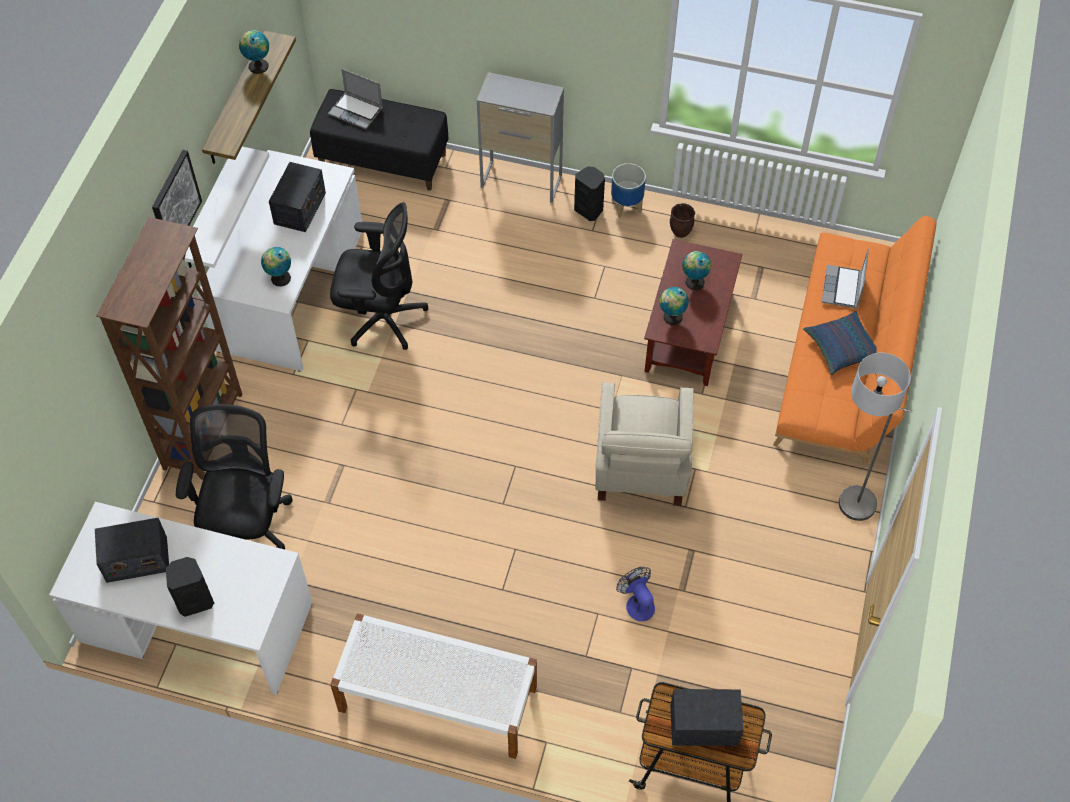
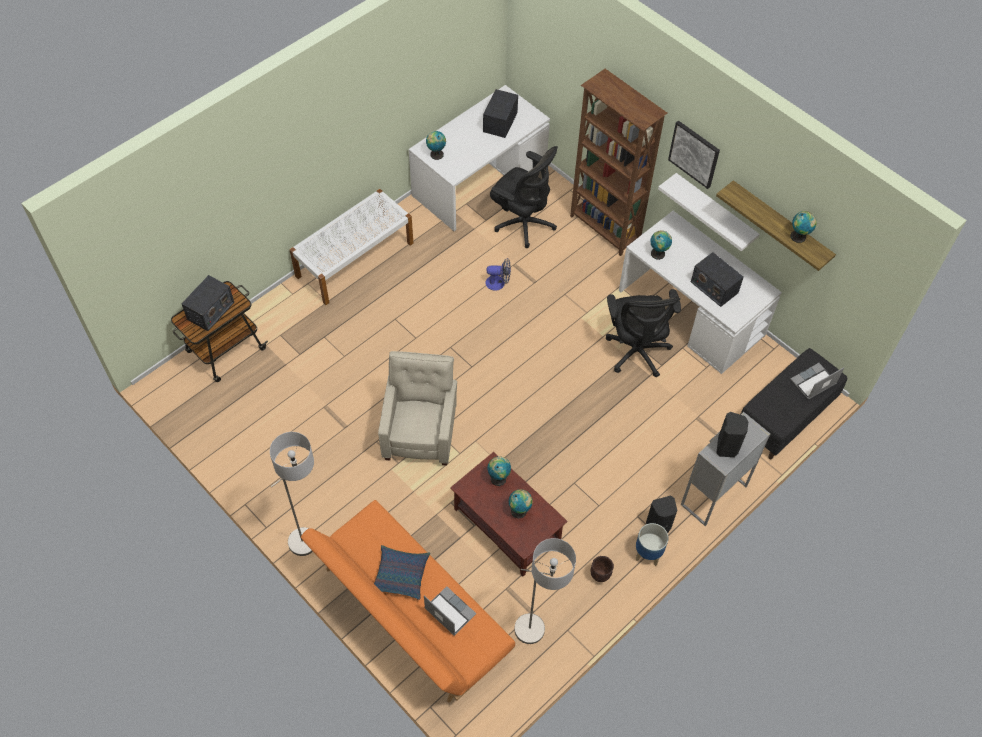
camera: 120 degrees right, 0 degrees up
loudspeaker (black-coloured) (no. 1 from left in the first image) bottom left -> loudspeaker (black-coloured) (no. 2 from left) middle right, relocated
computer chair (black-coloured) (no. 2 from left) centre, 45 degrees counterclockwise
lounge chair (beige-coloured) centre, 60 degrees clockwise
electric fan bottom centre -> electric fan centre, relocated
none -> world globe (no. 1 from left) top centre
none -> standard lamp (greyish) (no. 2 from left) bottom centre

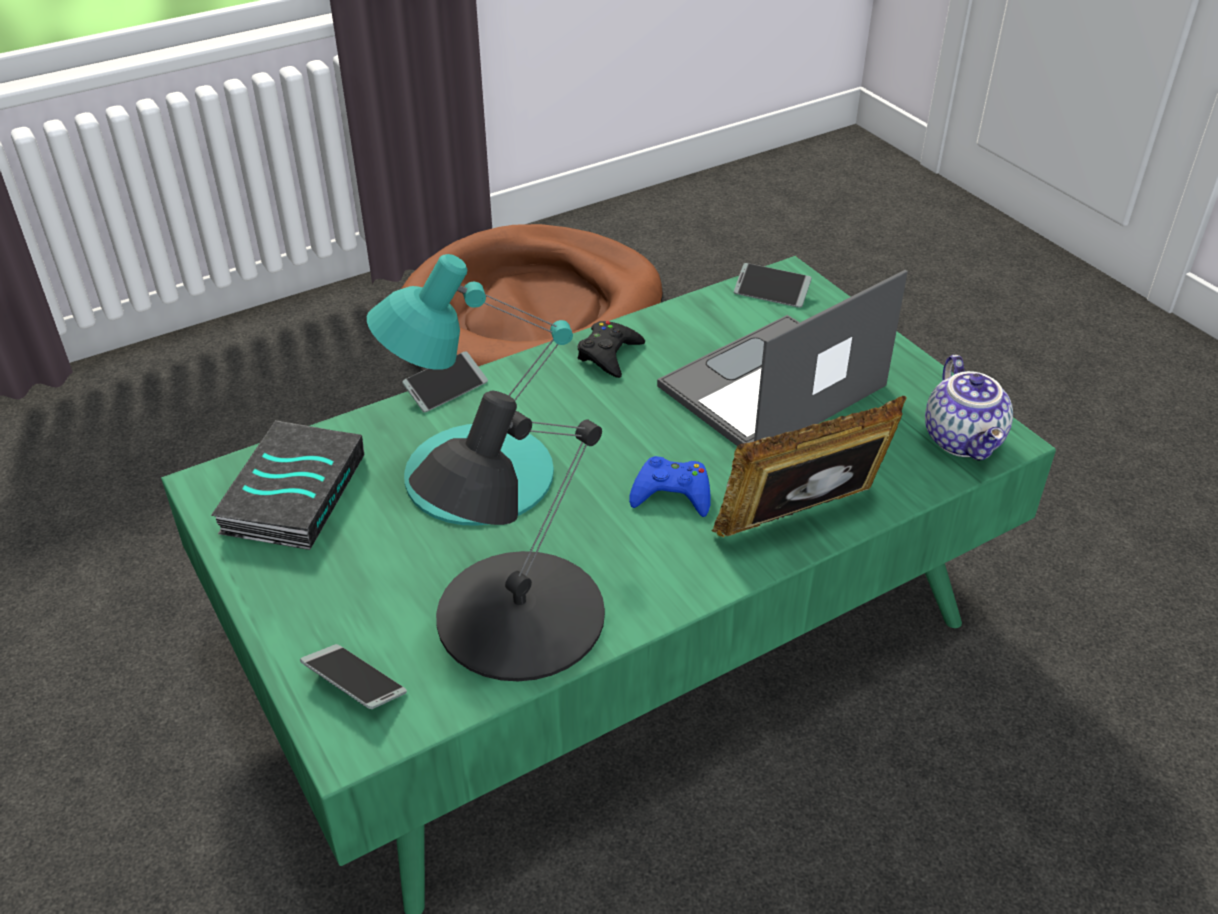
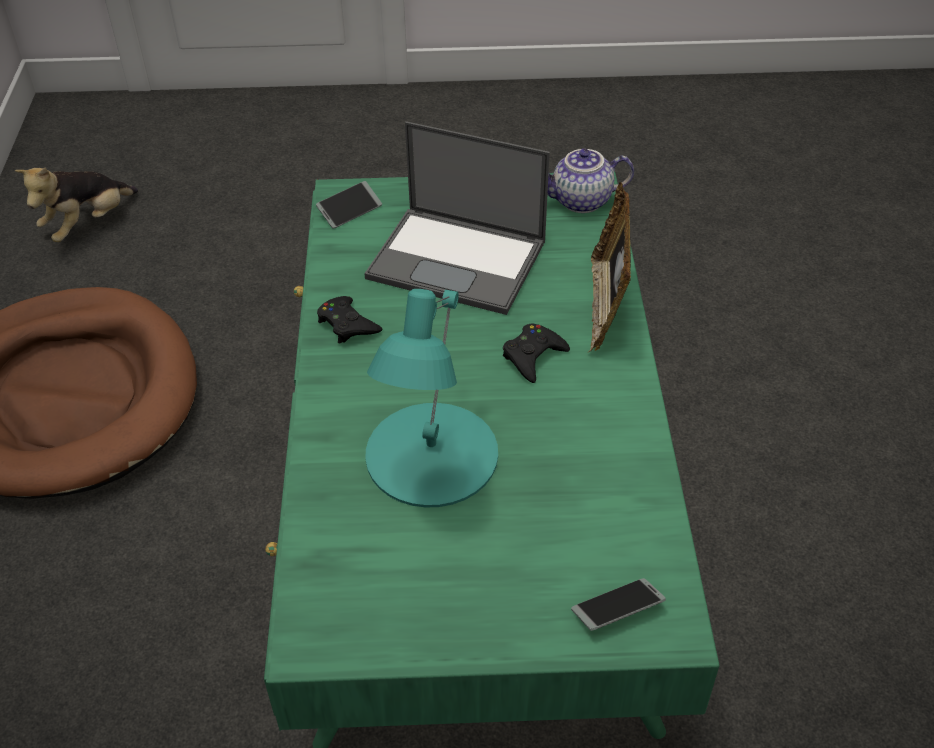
camera: 60 degrees left, 5 degrees up
volume middle left -> none
telephone (no. 2 from left) centre -> none
table lamp (black-coloured) centre -> none
gamepad (bluish) centre -> gamepad (black-coloured) (no. 2 from left) centre
portable computer centre -> portable computer top centre, 60 degrees counterclockwise
tea pot middle right -> tea pot top centre, 150 degrees clockwise
none -> soft toy top left

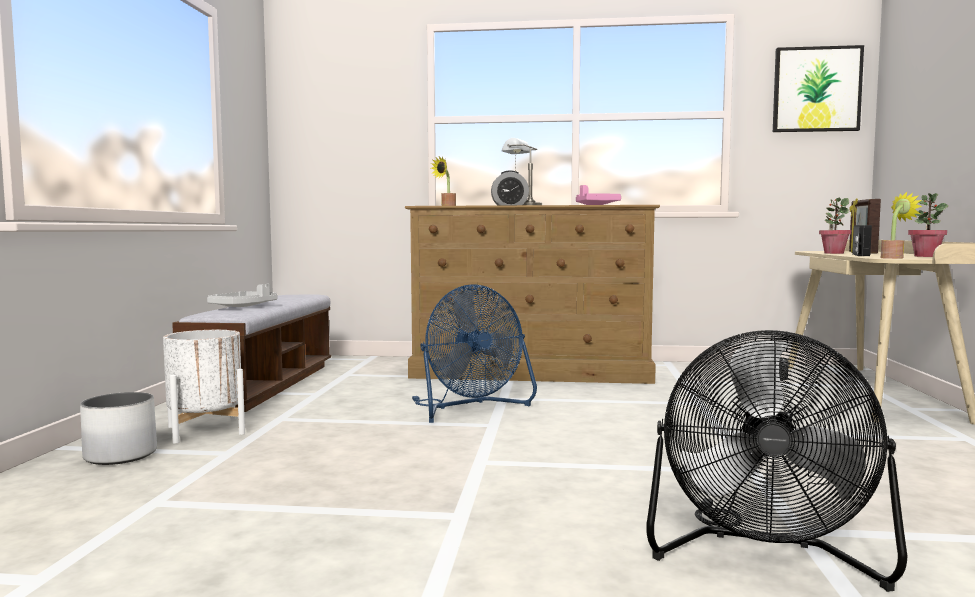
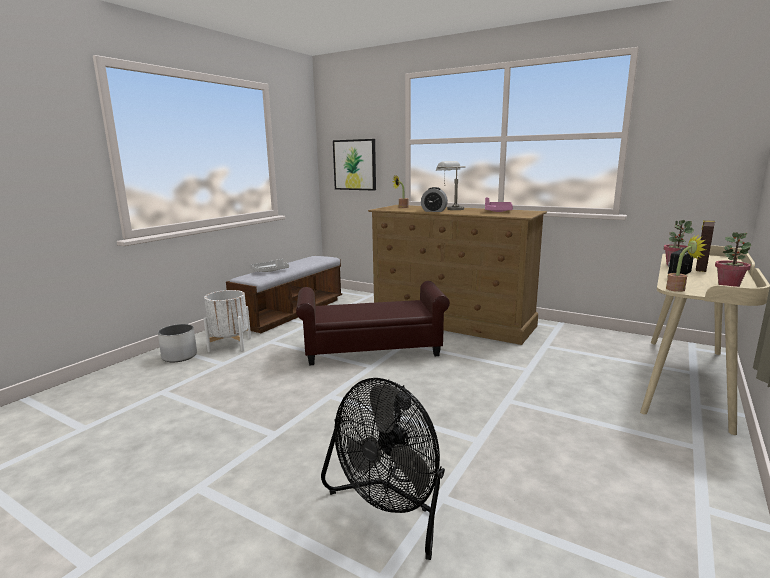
camera: 25 degrees right, 10 degrees up
electric fan (bluish) centre -> ottoman (brownish) centre
wall picture top right -> wall picture top centre, relocated

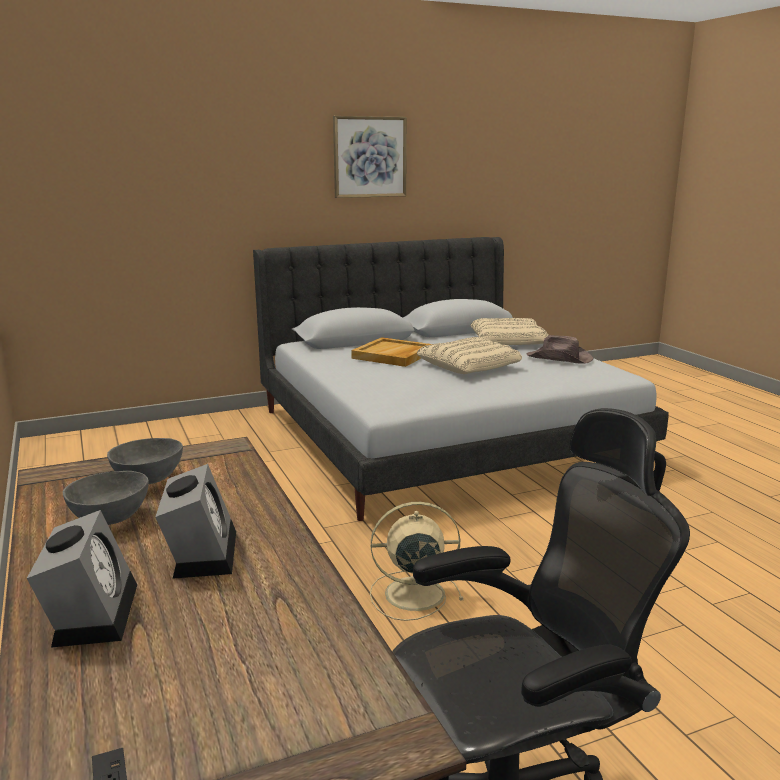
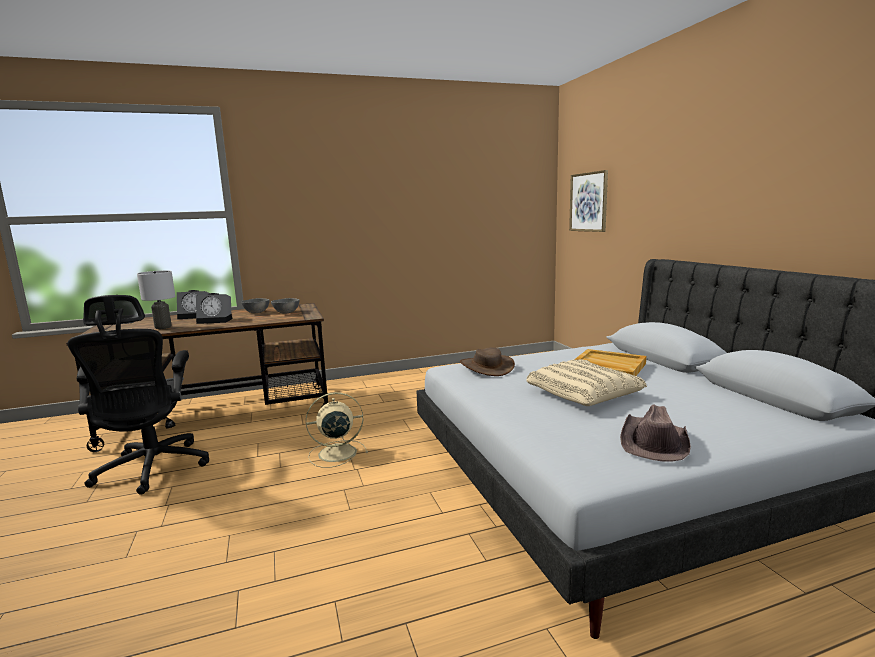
camera: 95 degrees right, 5 degrees down
wall picture top centre -> wall picture top right, relocated
electric fan (beige-coloured) bottom centre -> electric fan (beige-coloured) centre, 105 degrees counterclockwise
cushion (beige-coloured) (no. 2 from left) centre -> none
none -> table lamp (white-coloured) middle left
none -> wearable hat (brownish) (no. 1 from left) centre

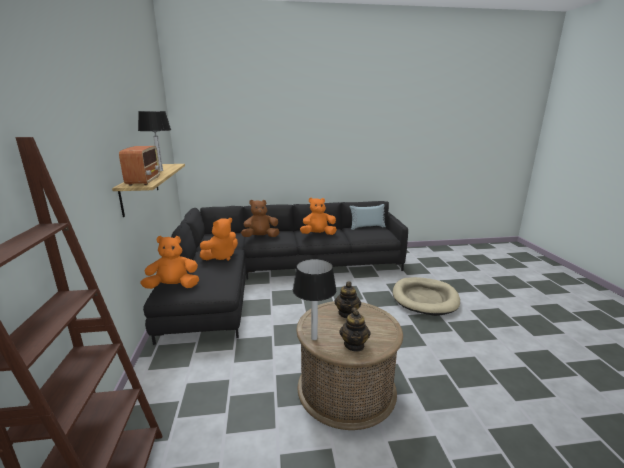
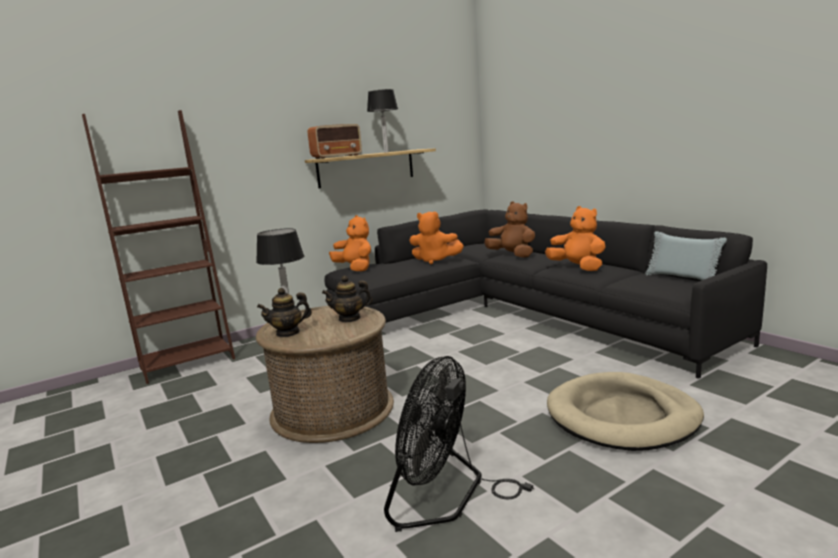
camera: 65 degrees right, 5 degrees down
none -> electric fan (black-coloured) bottom centre

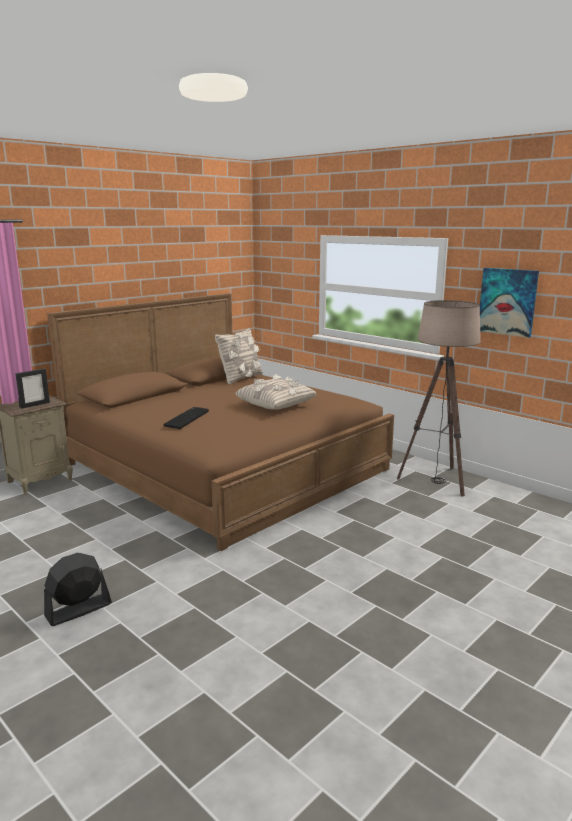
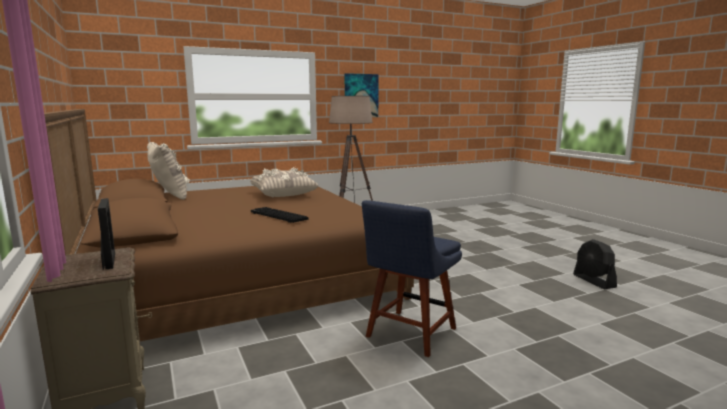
camera: 70 degrees left, 5 degrees down
electric fan (black-coloured) bottom left -> electric fan (black-coloured) middle right, relocated
none -> chair (bluish) bottom centre

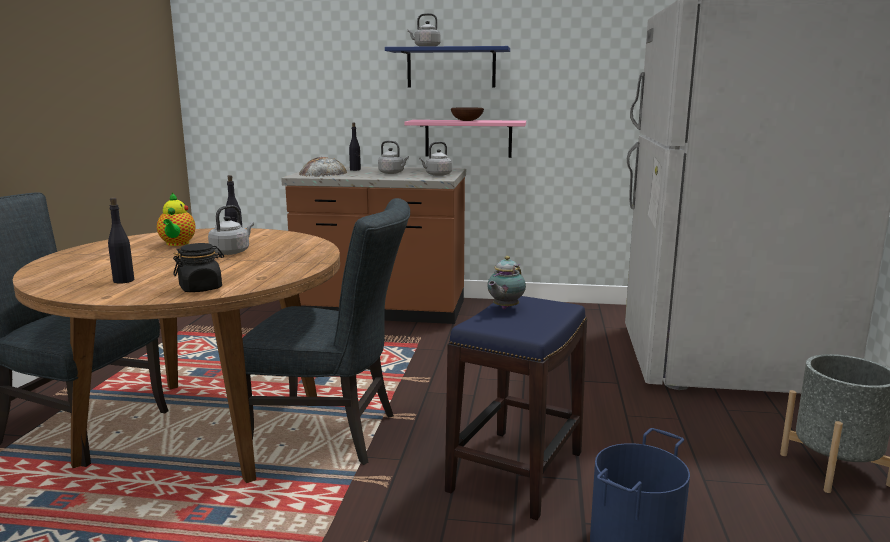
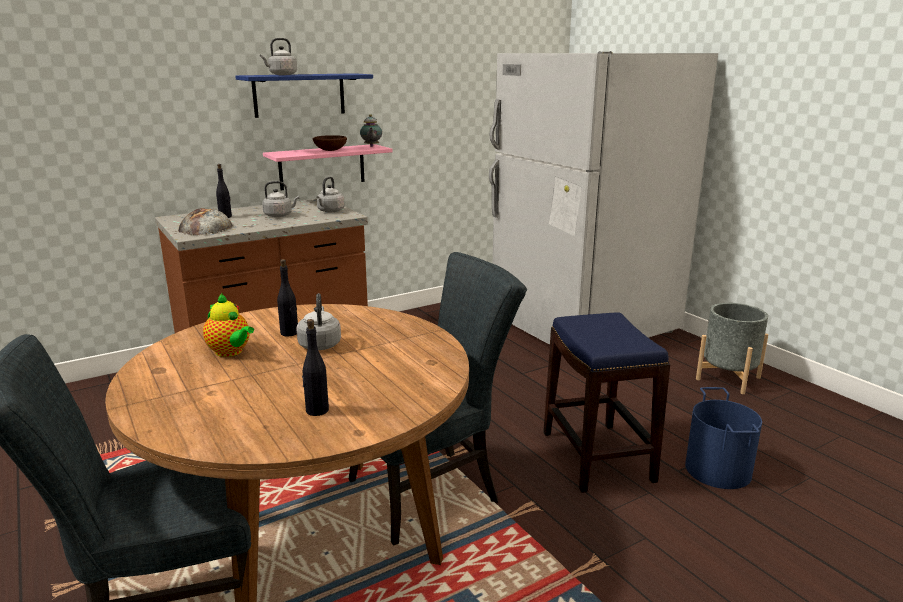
camera: 40 degrees left, 5 degrees up
jar (black-coloured) middle left -> none
tea pot (no. 2 from left) centre -> tea pot (no. 2 from left) top centre, relocated

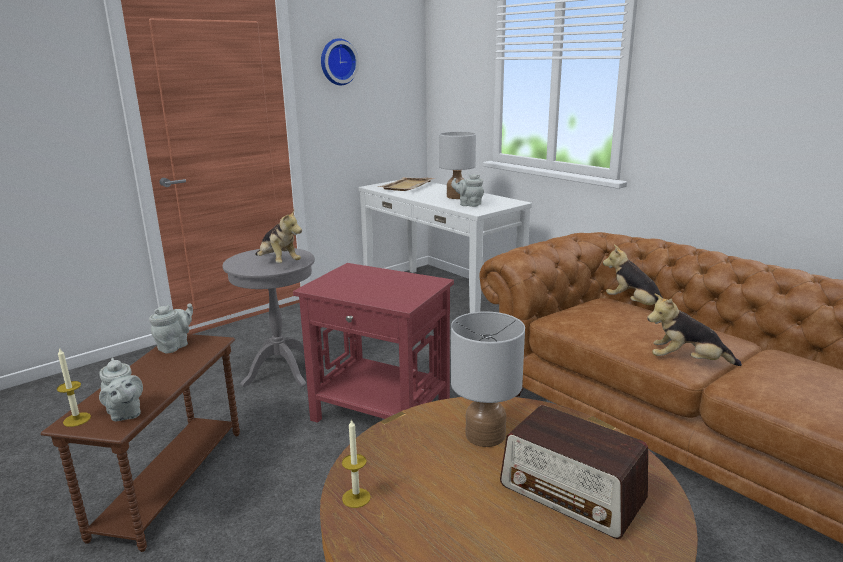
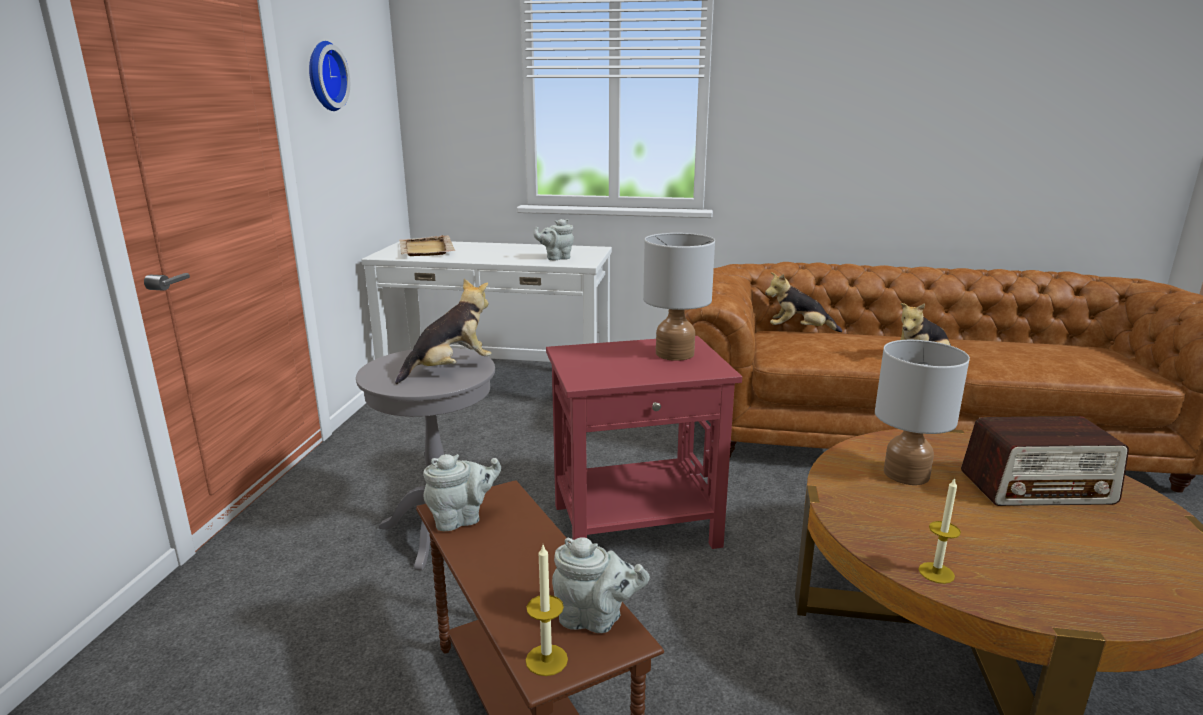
camera: 40 degrees left, 0 degrees up
tea pot (greyish) (no. 2 from left in the first image) middle left -> tea pot (greyish) (no. 1 from left) bottom centre, 75 degrees clockwise
soft toy (no. 1 from left) middle left -> soft toy (no. 1 from left) centre, 45 degrees counterclockwise
table lamp (greyish) (no. 1 from left) top centre -> table lamp (greyish) (no. 1 from left) centre, relocated

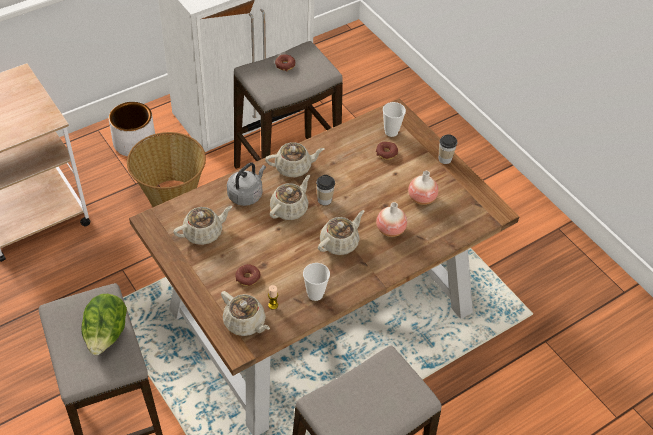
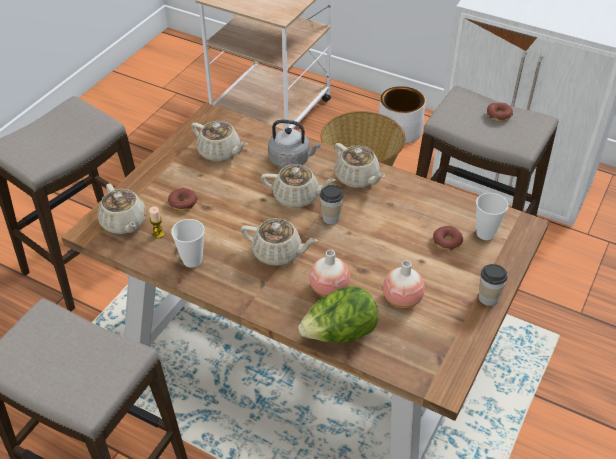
camera: 65 degrees right, 5 degrees down
lettuce head bottom left -> lettuce head bottom centre, relocated
tea pot (beige-coloured) (no. 2 from left in the first image) bottom centre -> tea pot (beige-coloured) (no. 1 from left) middle left, 45 degrees counterclockwise

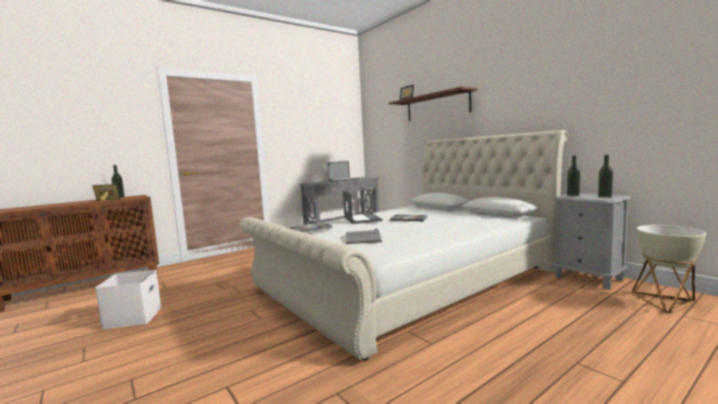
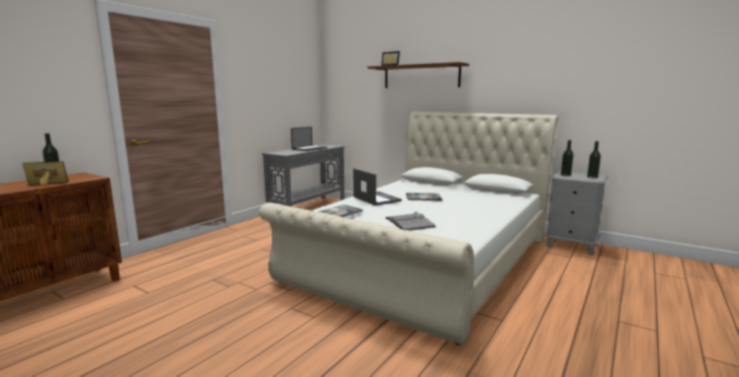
camera: 20 degrees left, 5 degrees up
storage box (white-coloured) bottom left -> none
flower pot middle right -> none

